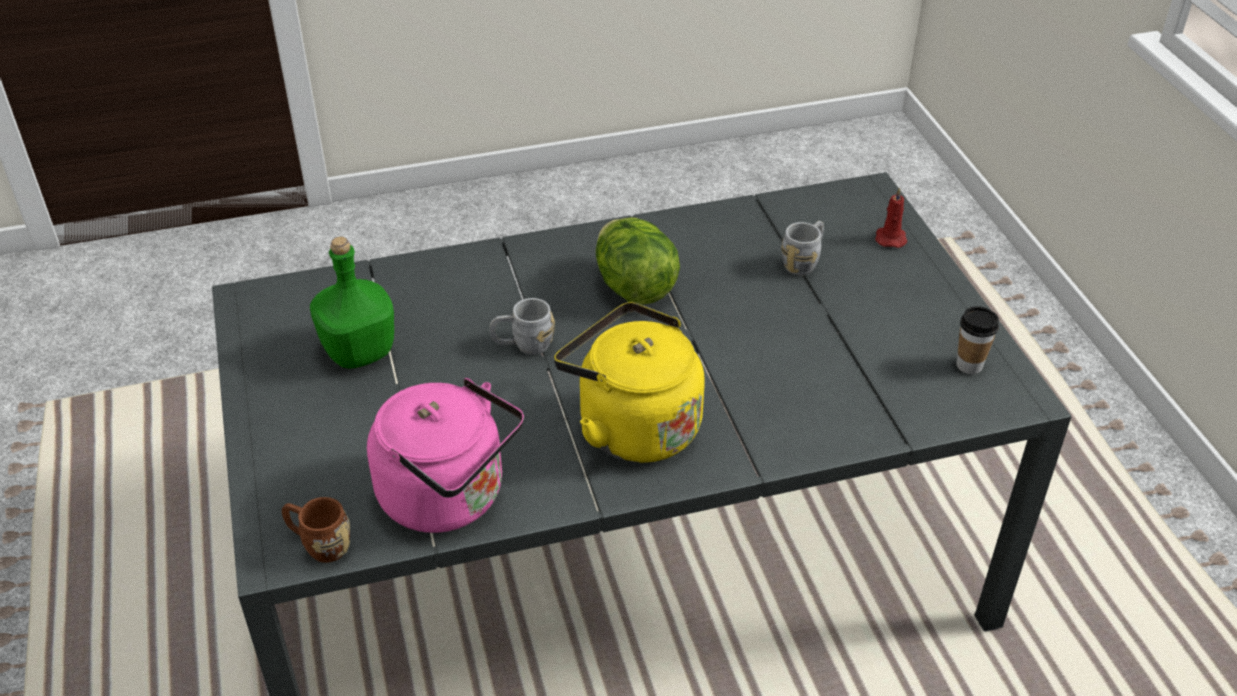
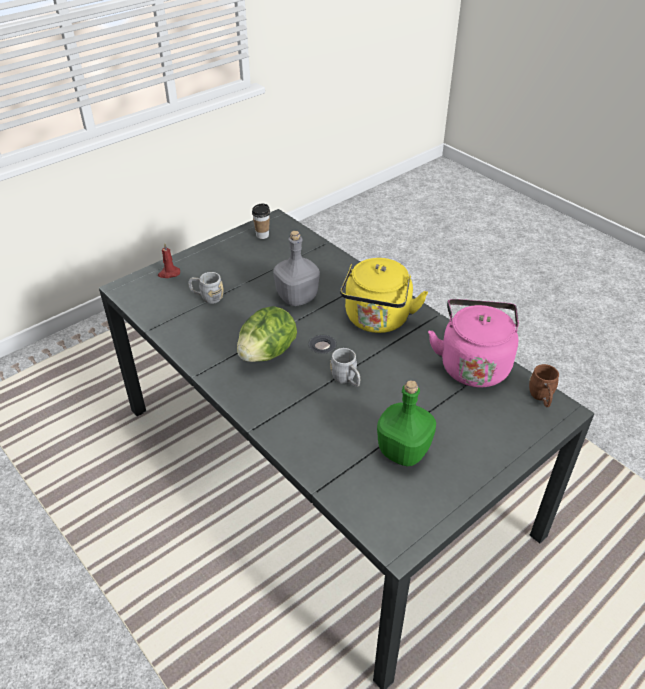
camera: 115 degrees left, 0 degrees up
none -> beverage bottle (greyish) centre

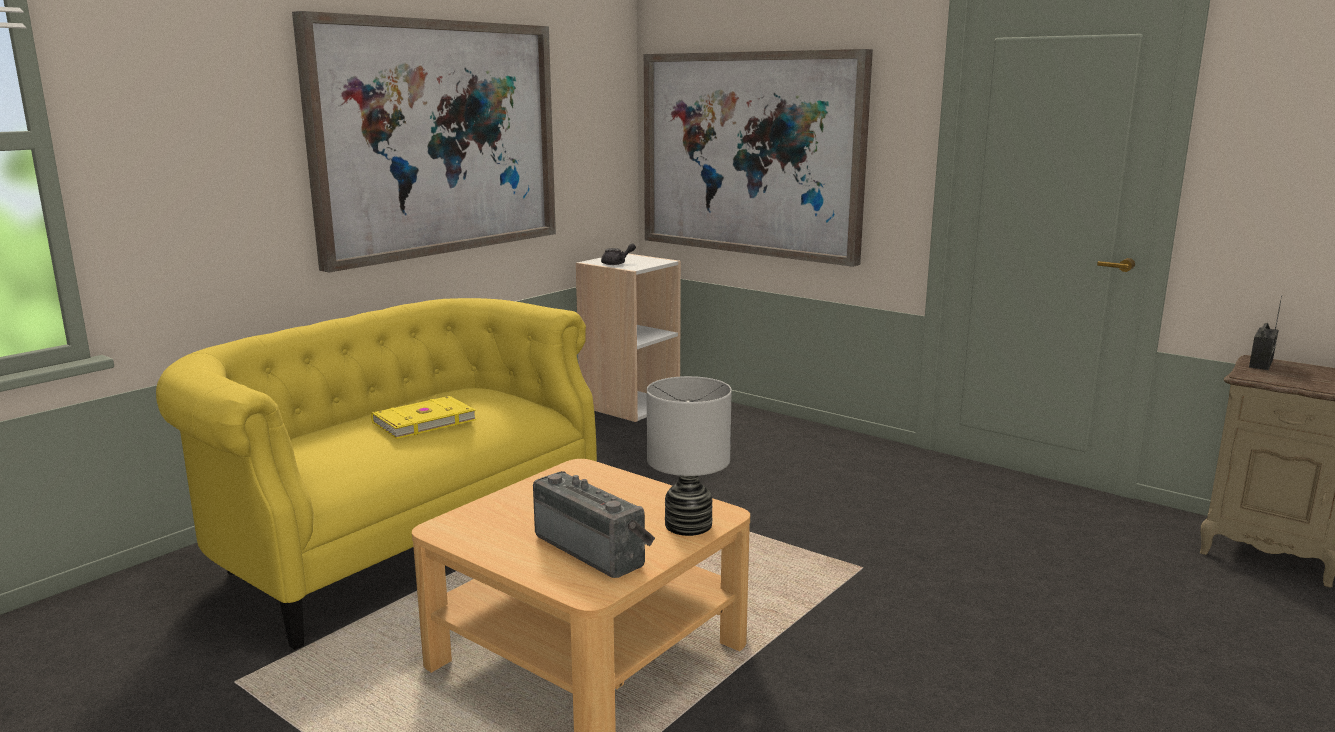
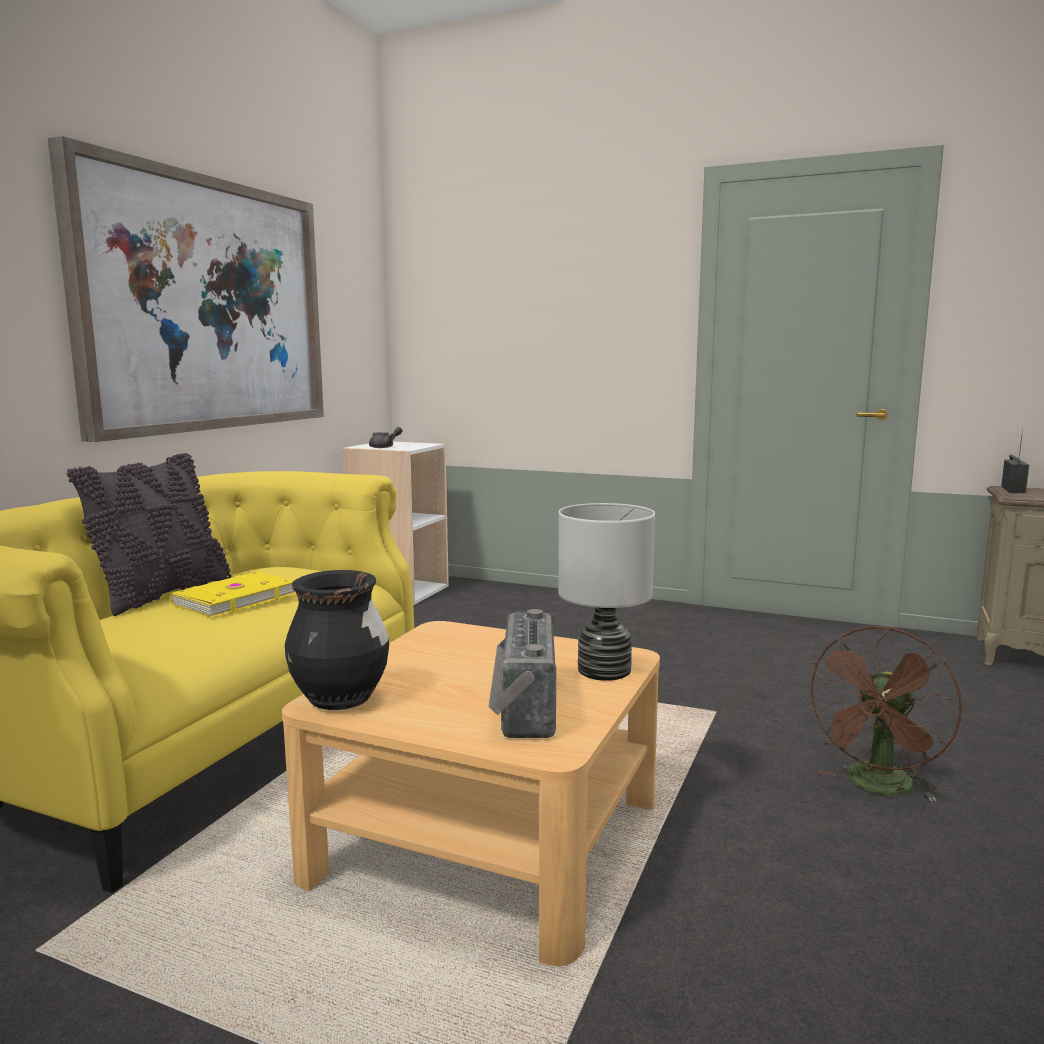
camera: 15 degrees left, 5 degrees down
radio receiver (no. 1 from left) bottom centre -> radio receiver (no. 1 from left) centre, 120 degrees counterclockwise
wall picture (no. 2 from left) top centre -> none
none -> cushion (black-coloured) middle left
none -> vase (black-coloured) middle left
none -> electric fan (brownish) bottom right

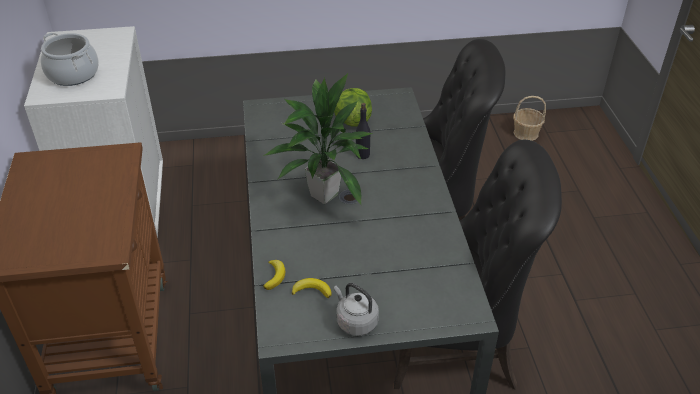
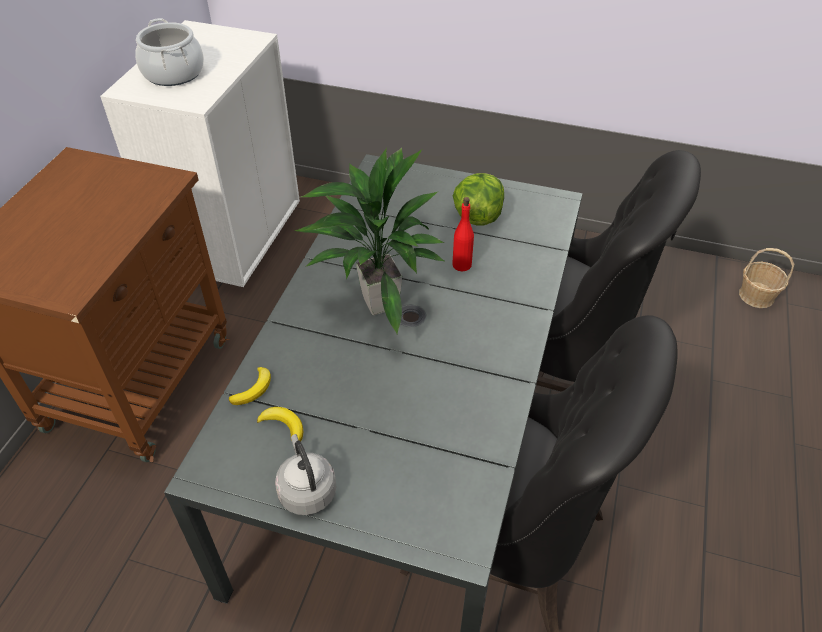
camera: 25 degrees right, 5 degrees up
beverage bottle (black-coloured) top centre -> beverage bottle (red-coloured) centre

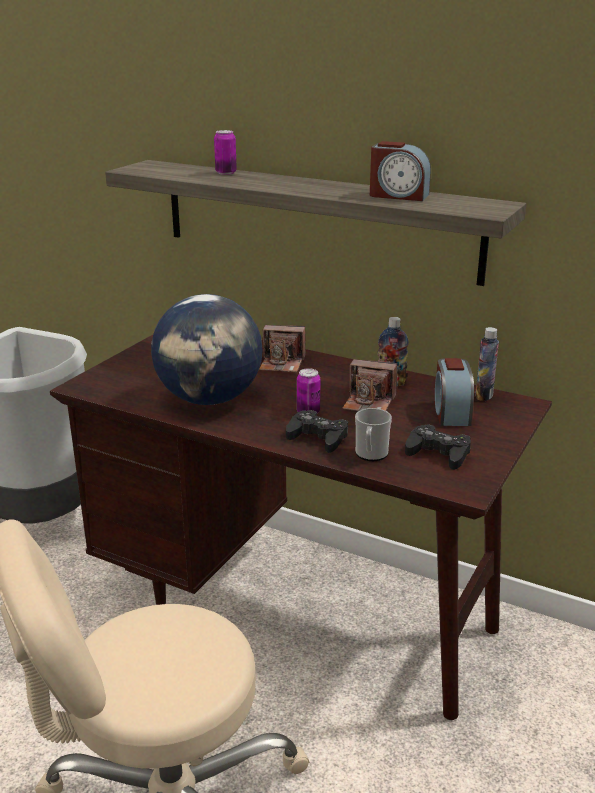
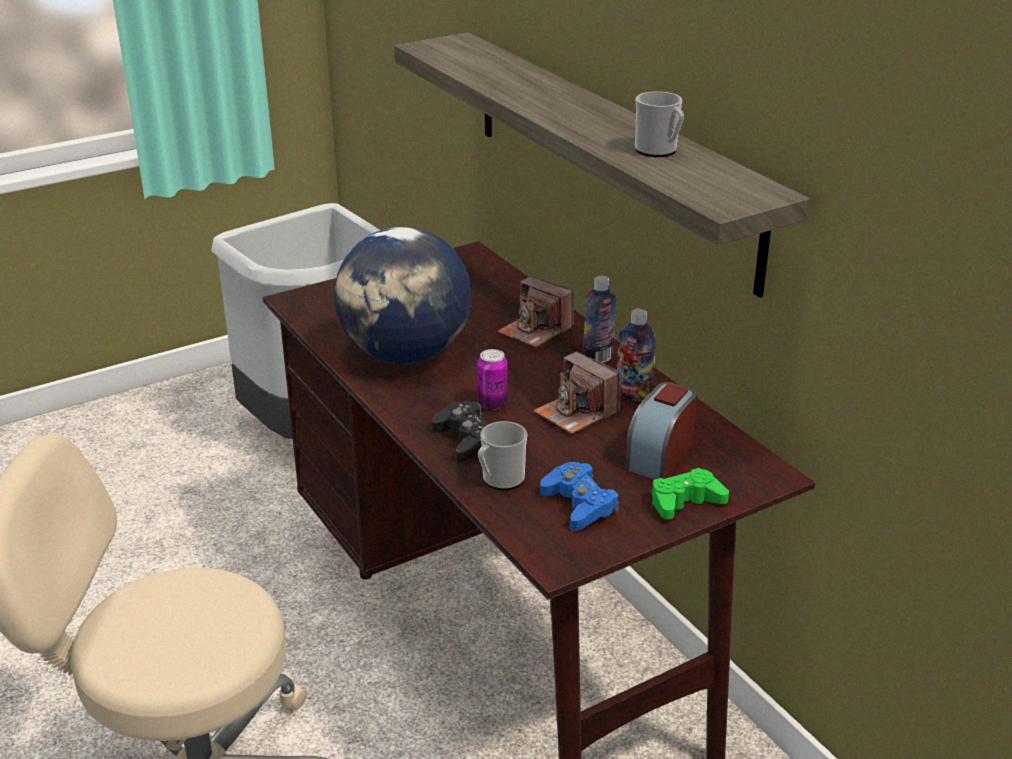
camera: 30 degrees right, 5 degrees up
sealed can (no. 1 from left) top centre -> none
bedside clock (no. 1 from left) top right -> coffee mug (no. 2 from left) top centre
gamepad (black-coloured) (no. 2 from left) middle right -> gamepad (bluish) centre
beverage bottle (no. 2 from left in the first image) middle right -> beverage bottle (no. 1 from left) centre, relocated
none -> gamepad (greenish) middle right

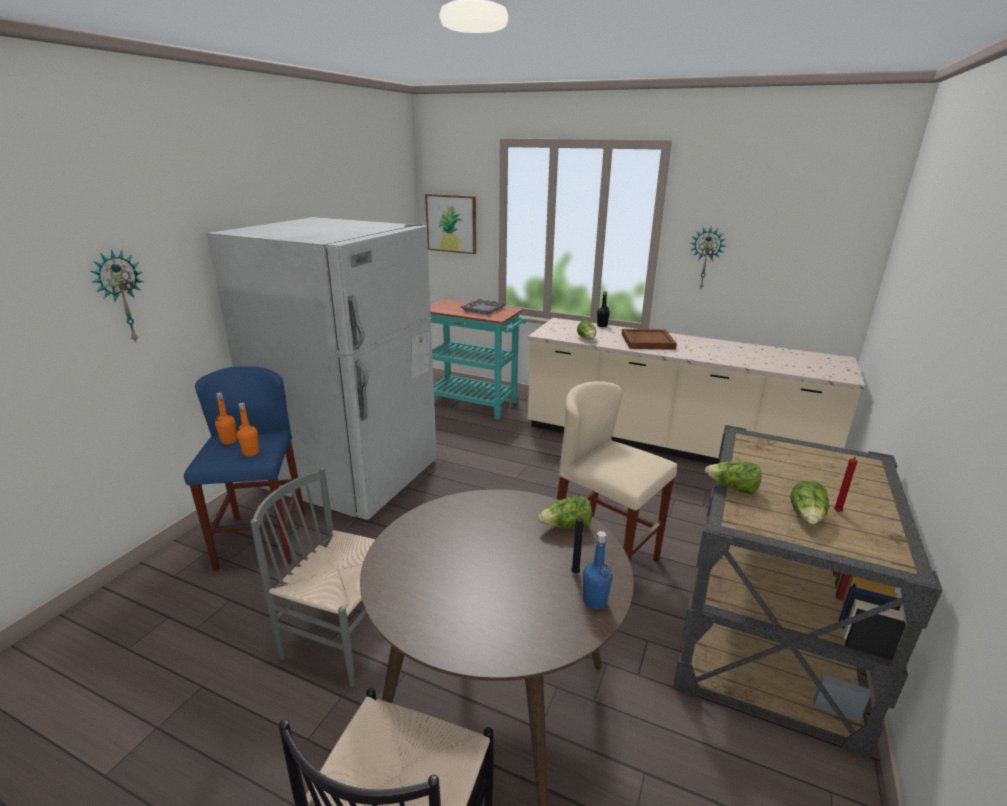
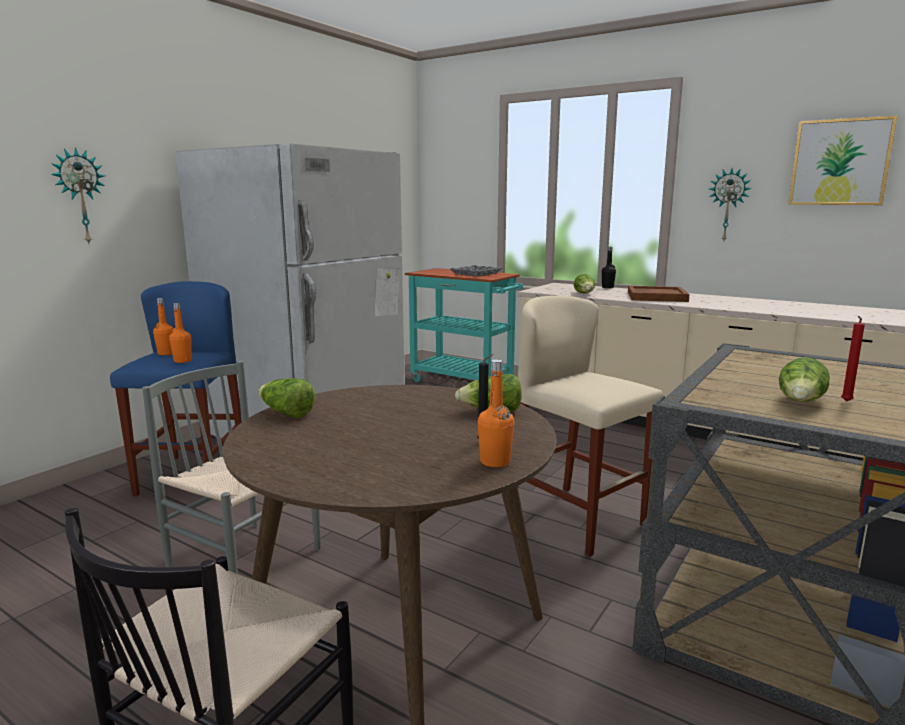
camera: 10 degrees right, 10 degrees down
wall picture top centre -> wall picture top right, relocated
beverage bottle (bluish) bottom centre -> beverage bottle (orangey) (no. 3 from left) centre
lettuce head (no. 3 from left in the first image) middle right -> lettuce head (no. 1 from left) middle left, relocated

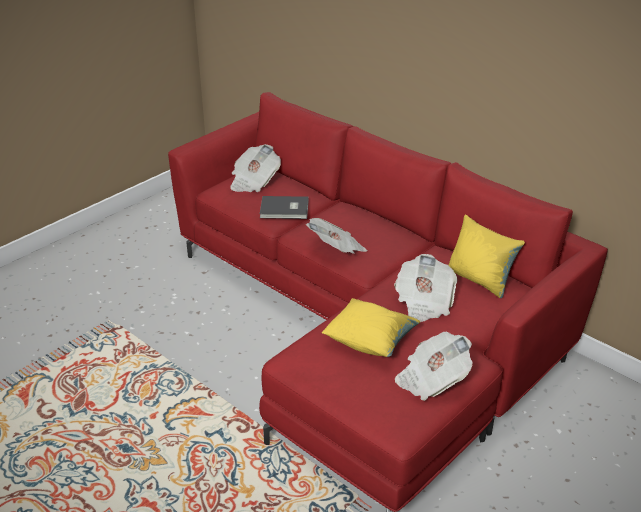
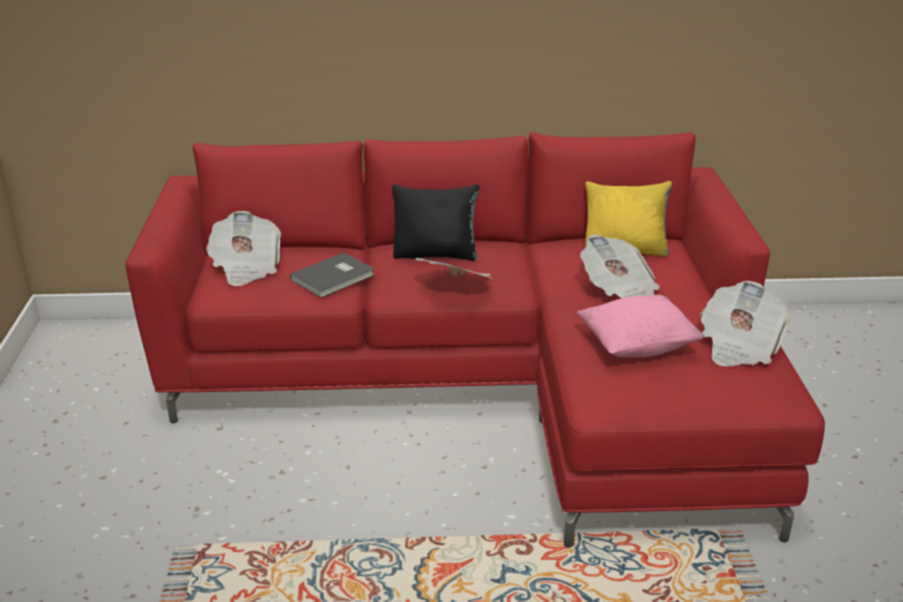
camera: 45 degrees left, 5 degrees down
cushion (yellow) (no. 1 from left) centre -> cushion (pink) middle right
none -> cushion (black-coloured) centre

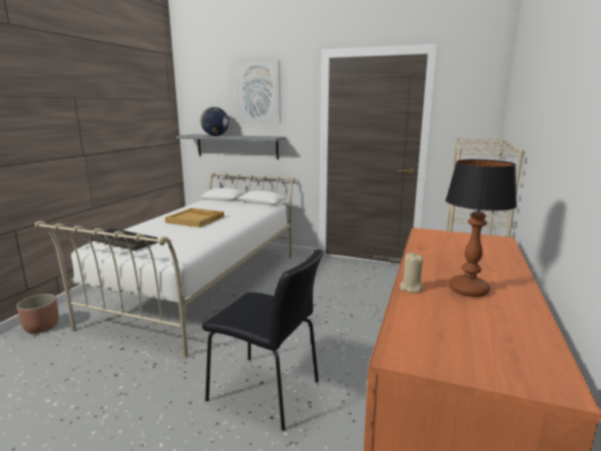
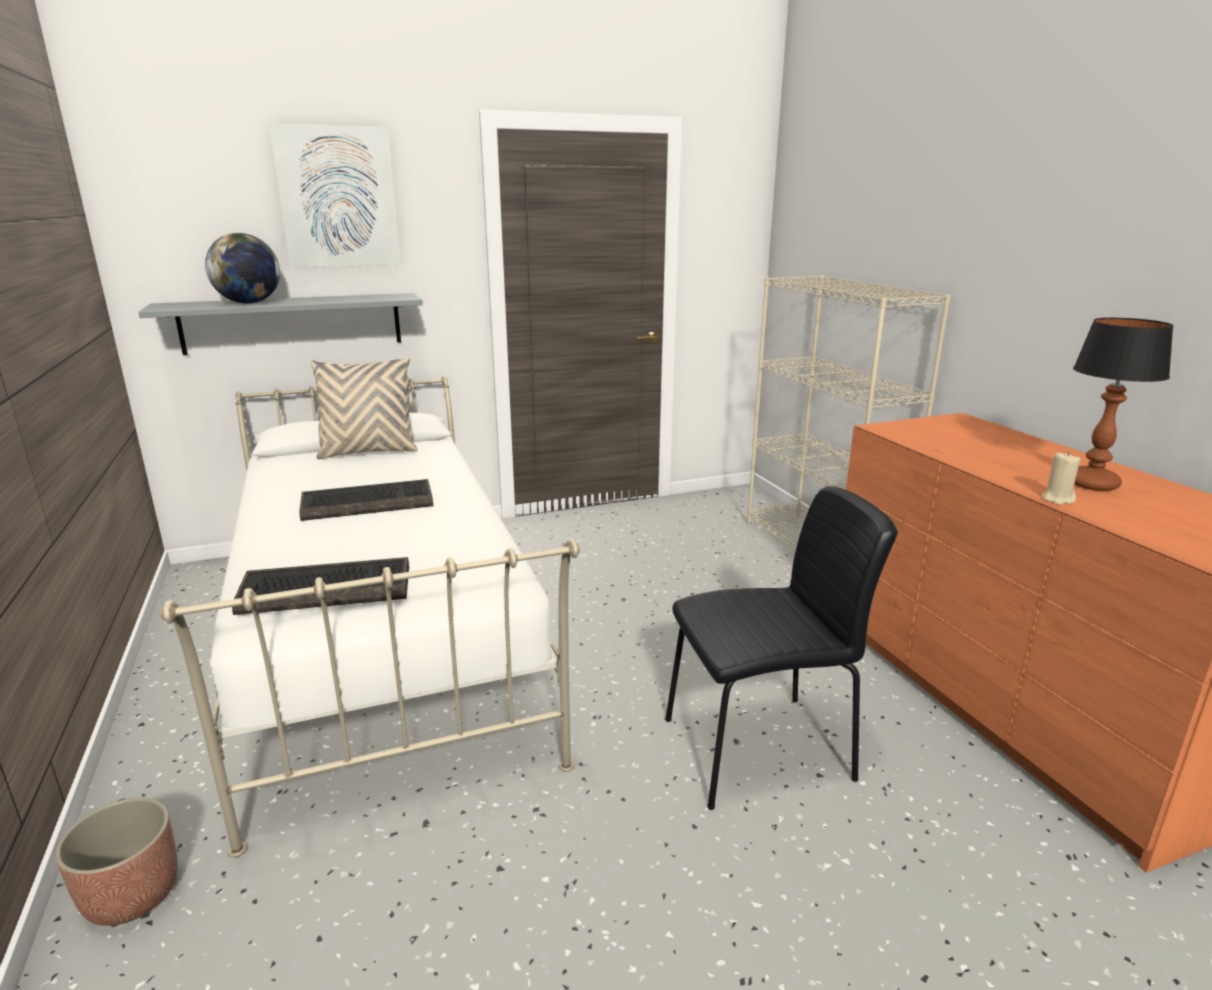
camera: 40 degrees left, 5 degrees up
carrying tray (beige-coloured) middle left -> keyboard (no. 2 from left) middle left
none -> cushion (beige-coloured) middle left

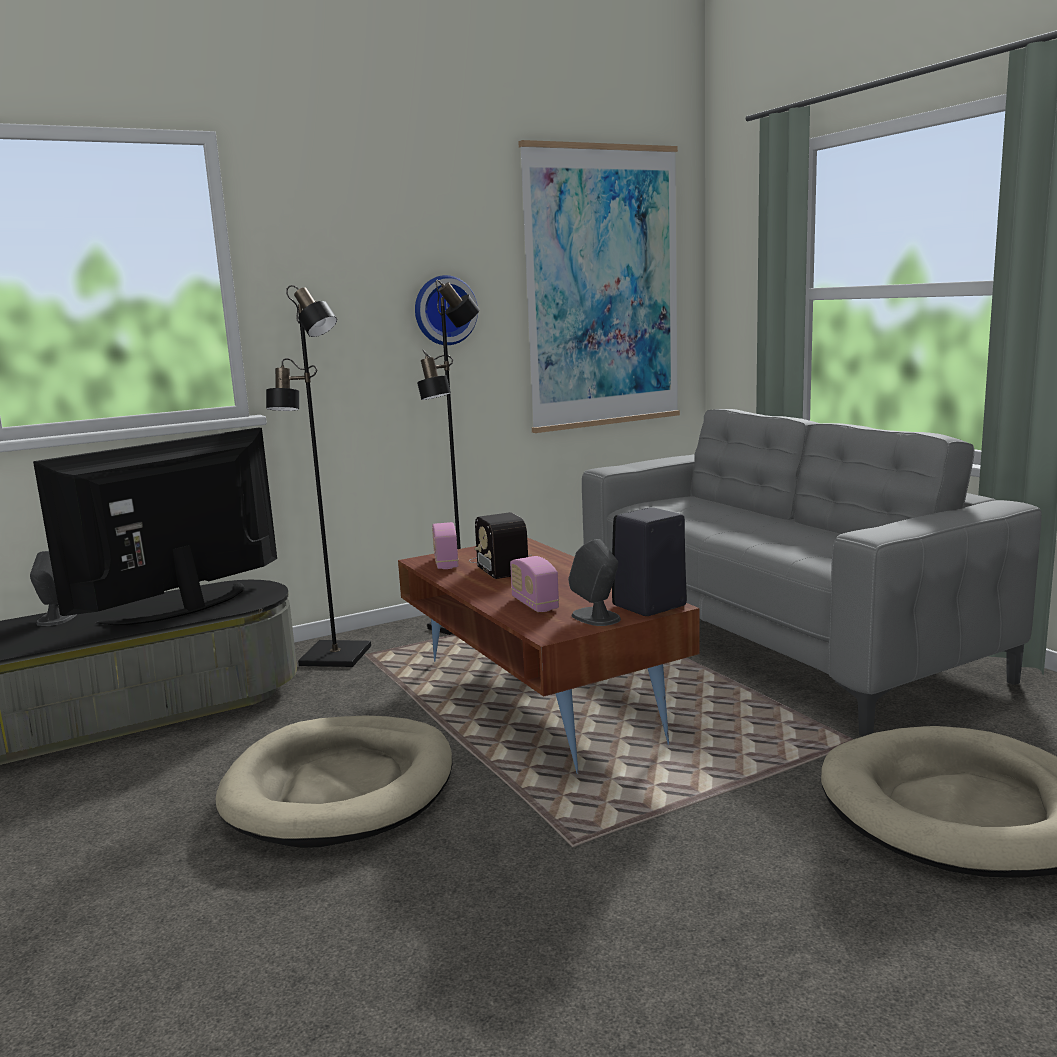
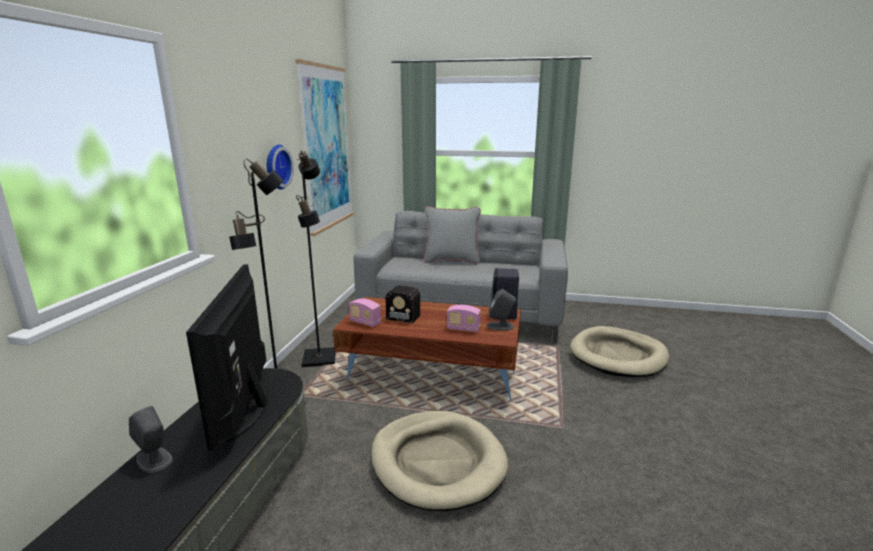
camera: 50 degrees left, 5 degrees up
none -> cushion (greyish) centre

